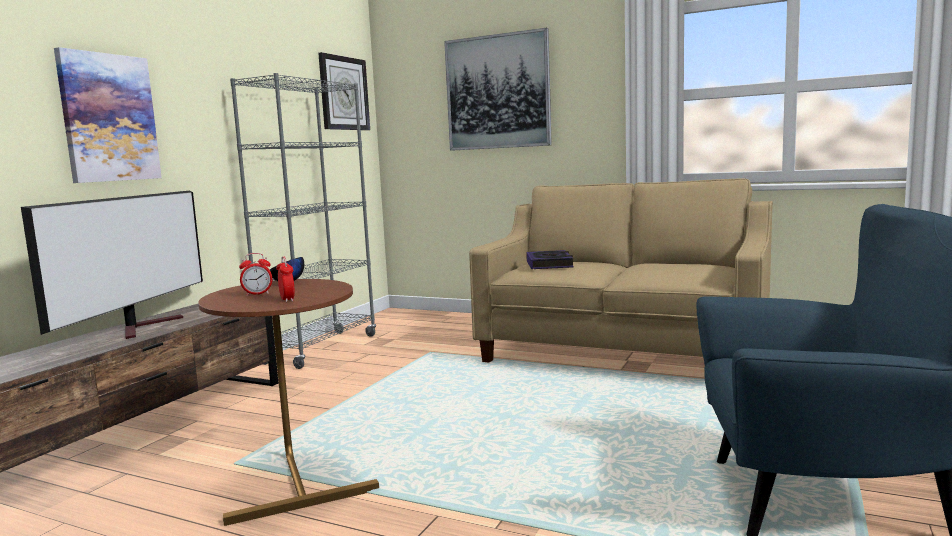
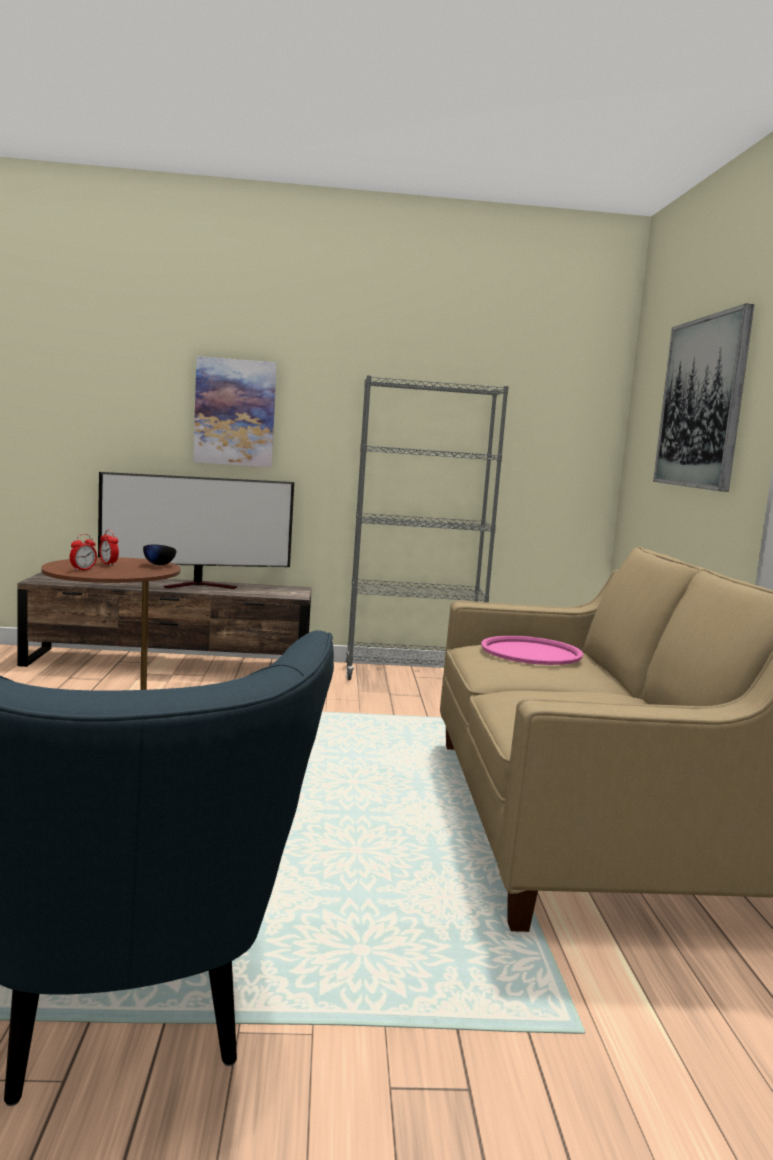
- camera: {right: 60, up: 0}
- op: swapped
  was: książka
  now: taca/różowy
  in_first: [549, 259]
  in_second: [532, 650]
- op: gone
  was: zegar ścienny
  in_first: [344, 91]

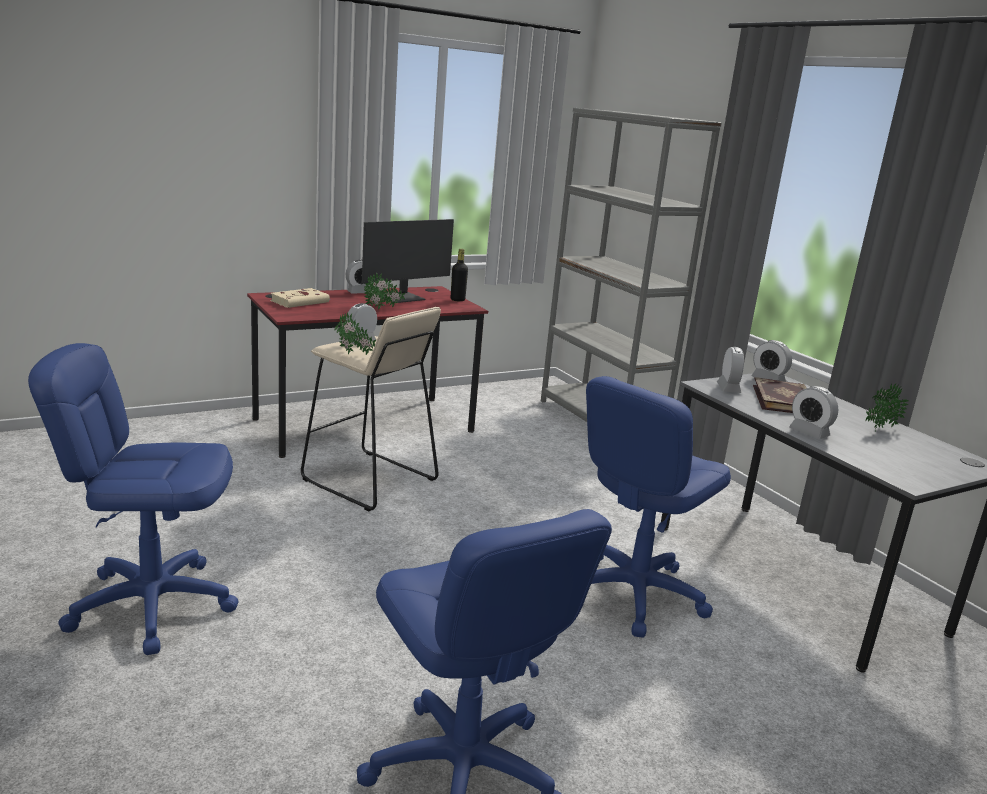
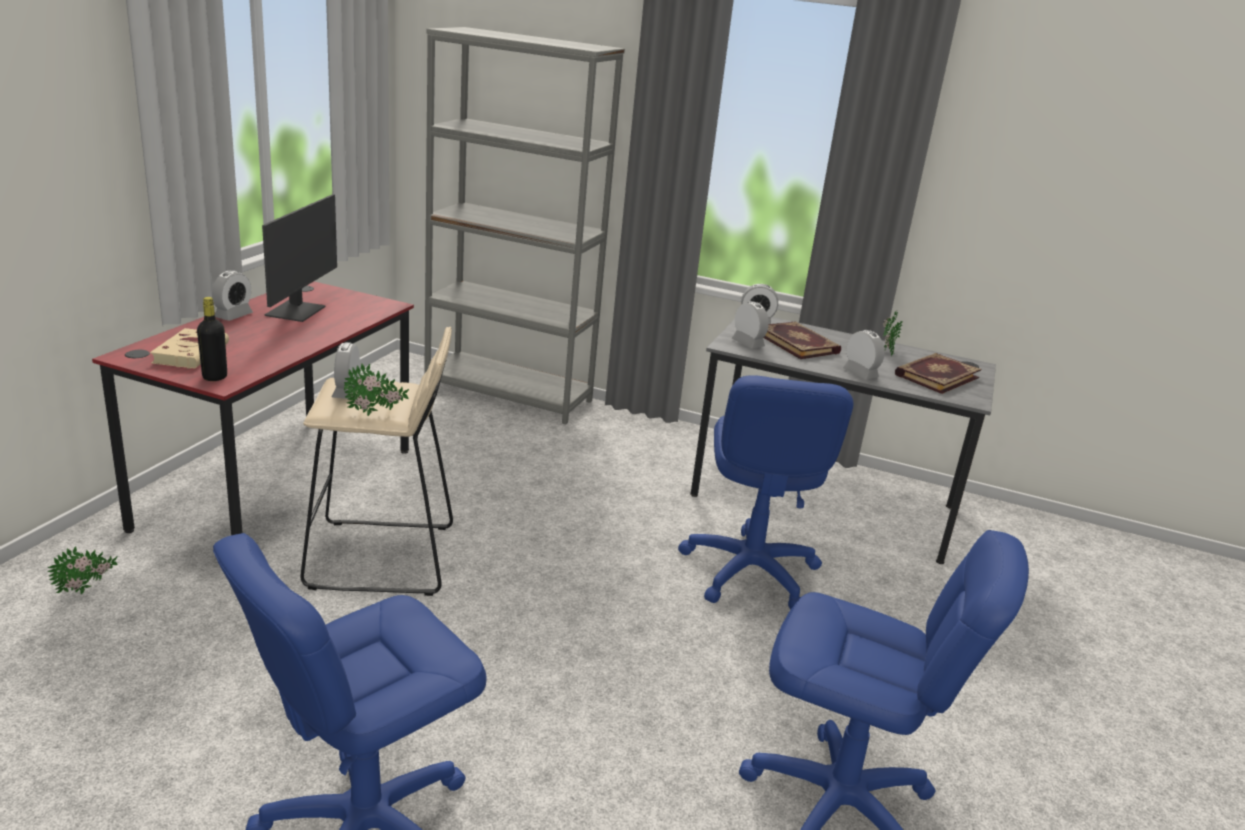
- camera: {right: -40, up: 5}
- op: shifted
  was: roślina doniczkowa
  in_first: [384, 291]
  in_second: [83, 570]
- op: shifted
  was: butelka/czarny
  in_first: [459, 275]
  in_second: [212, 339]
- op: rotated
  was: budzik
  in_first: [813, 412]
  in_second: [864, 354]
  clockwise: -135
- op: new
  now: książka
  in_second: [938, 373]

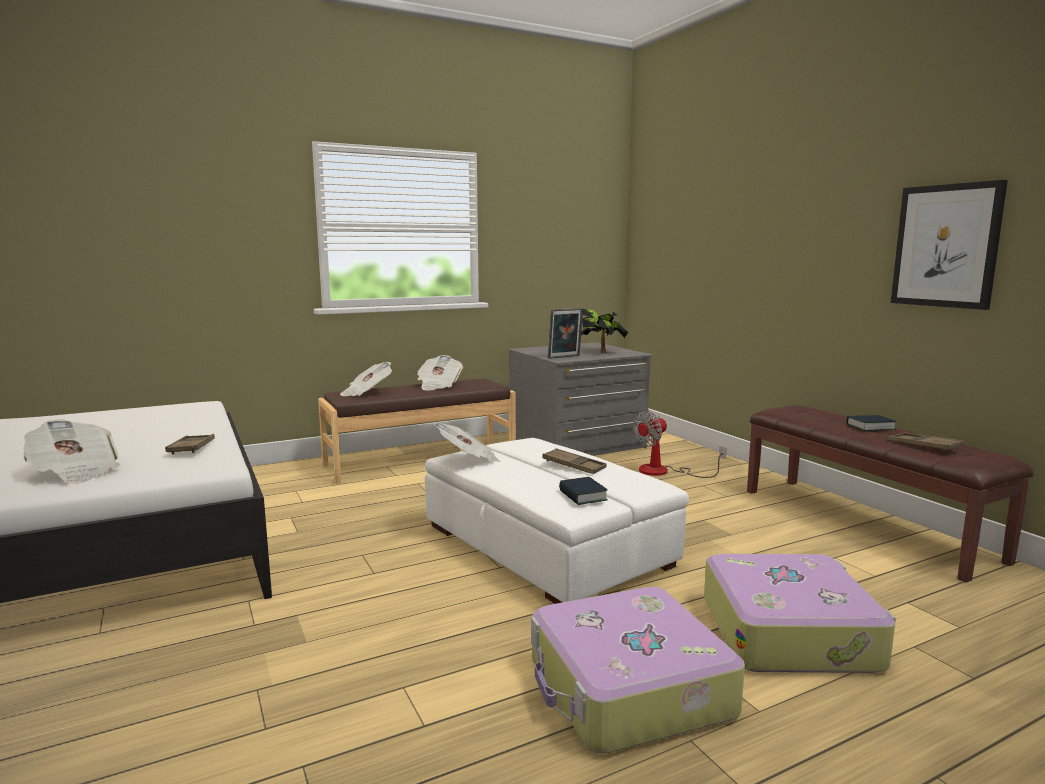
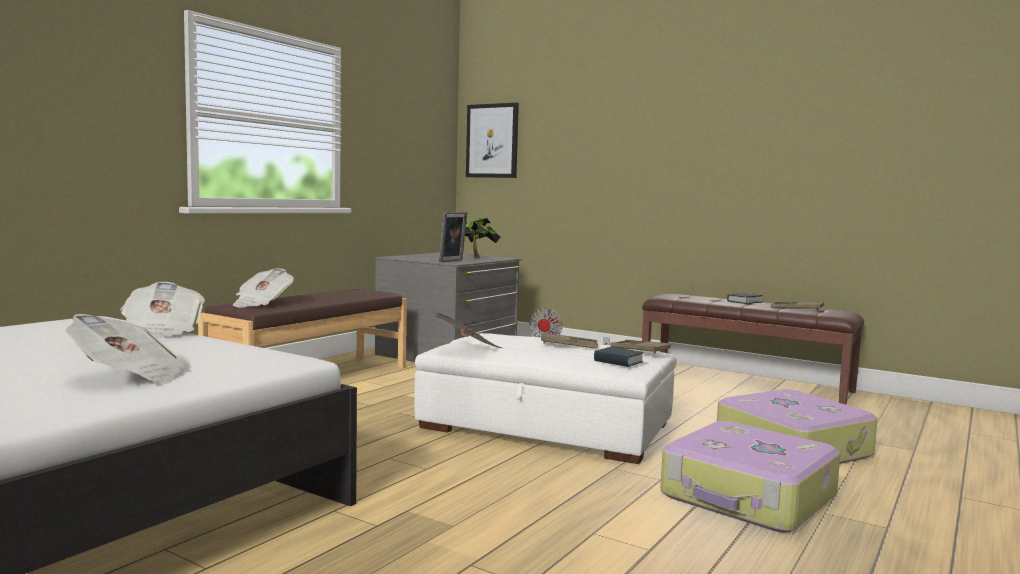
- camera: {right: -30, up: -5}
- op: shifted
  was: gazeta
  in_first: [440, 372]
  in_second: [162, 310]
- op: shifted
  was: obraz
  in_first: [949, 245]
  in_second: [492, 140]
- op: shifted
  was: taca/brązowy
  in_first: [190, 444]
  in_second: [641, 346]

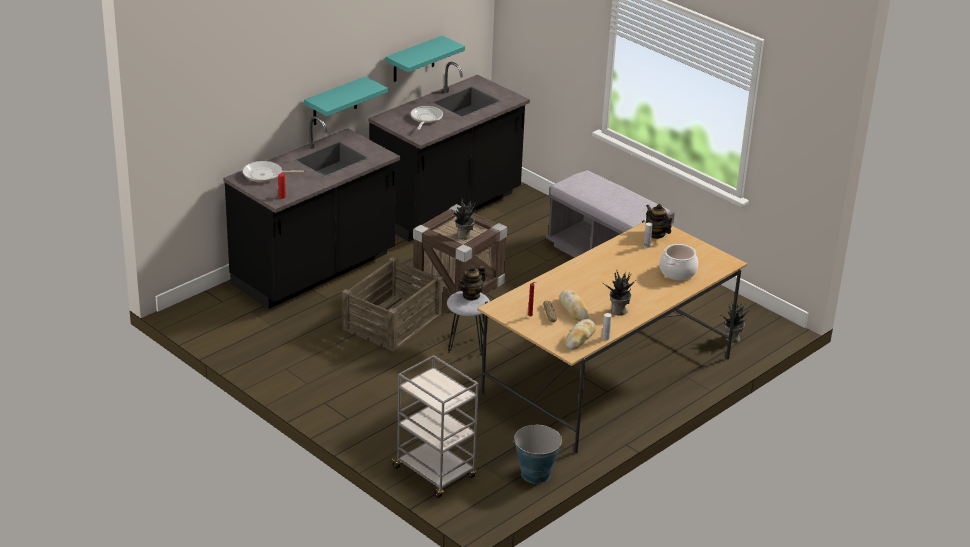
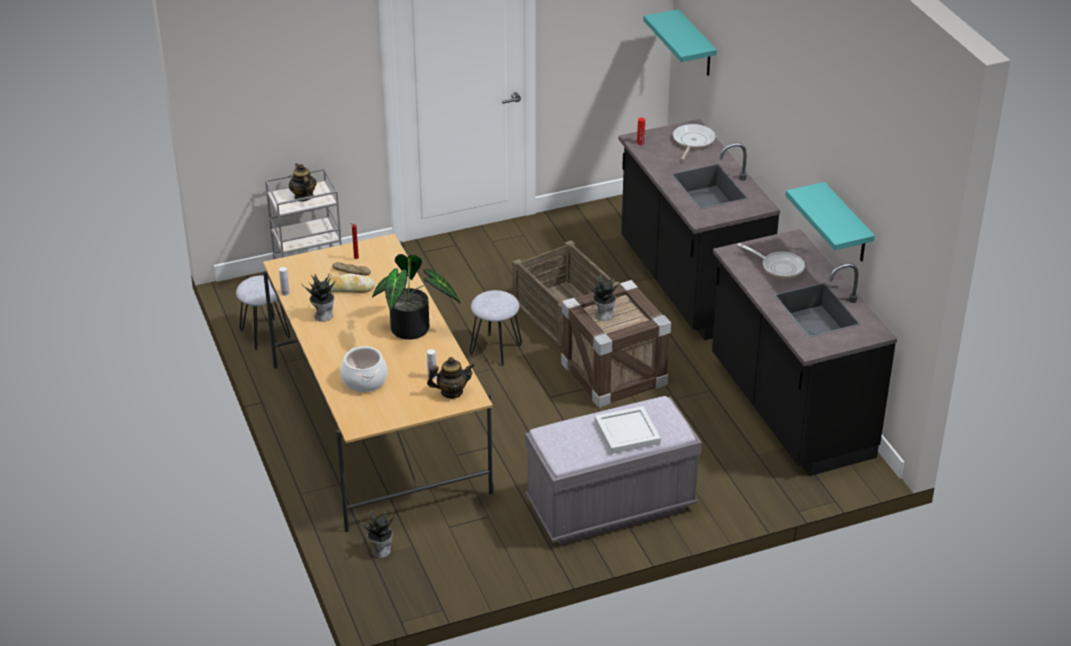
- camera: {right: 115, up: 5}
- op: swapped
  was: wiadro
  now: stołek/szary
  in_first: [537, 454]
  in_second: [263, 312]
- op: shifted
  was: imbryk
  in_first: [472, 283]
  in_second: [303, 182]
- op: new
  now: roślina doniczkowa
  in_second: [416, 297]
- op: new
  now: taca/biały
  in_second: [628, 430]
- op: shifted
  was: półka/turkusowy
  in_first: [346, 101]
  in_second: [680, 42]
- op: gone
  was: chleb
  in_first: [580, 334]

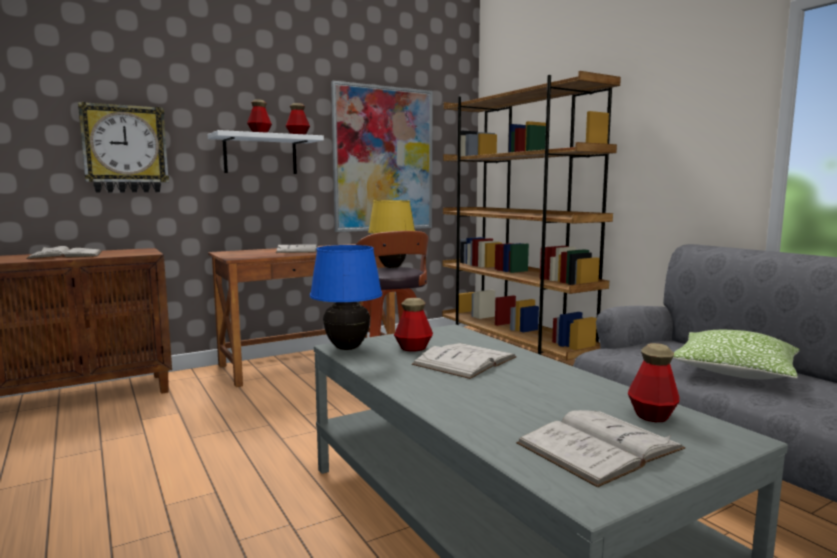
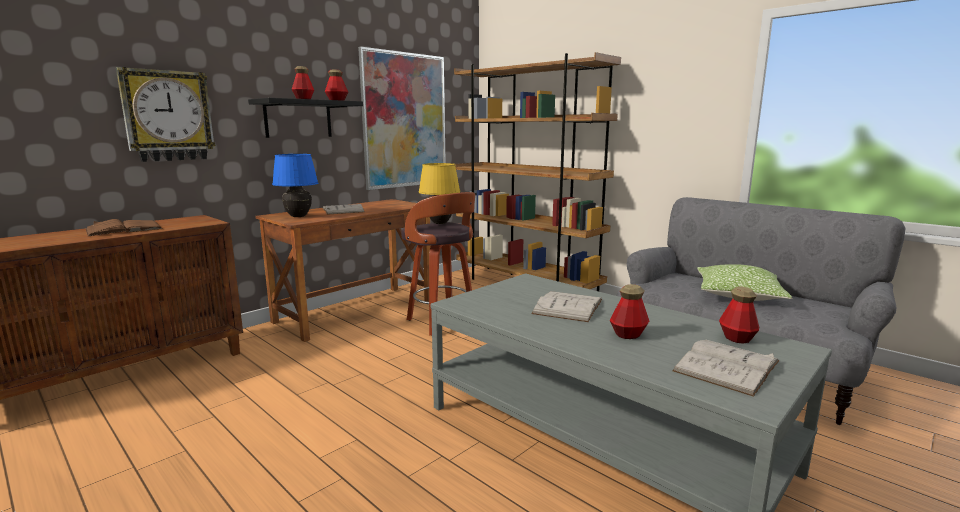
- camera: {right: -15, up: 5}
- op: repainted
  was: książka/biały
  now: książka/brązowy
  in_first: [64, 252]
  in_second: [124, 227]
- op: repainted
  was: półka/biały
  now: półka/czarny
  in_first: [266, 152]
  in_second: [305, 118]
- op: shifted
  was: lampa stołowa/niebieski
  in_first: [346, 297]
  in_second: [295, 185]
- op: shifted
  was: butelka
  in_first: [413, 324]
  in_second: [629, 311]

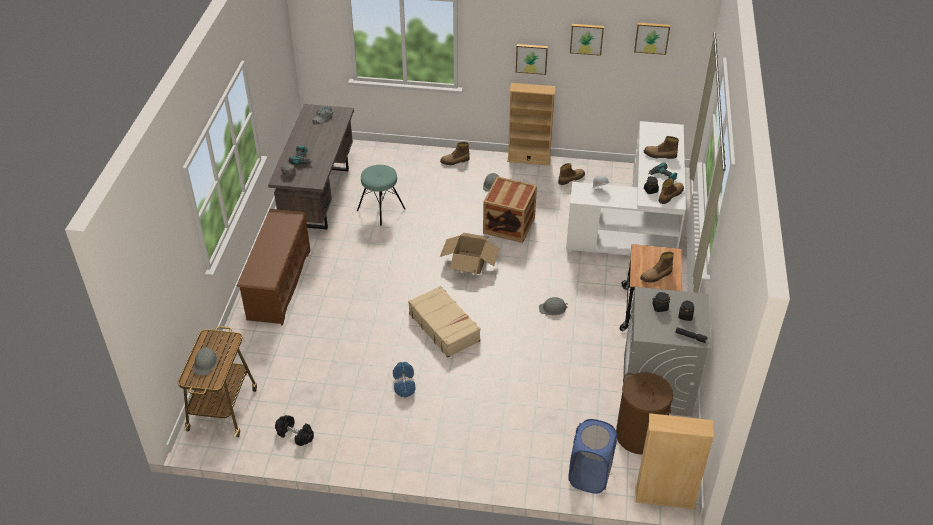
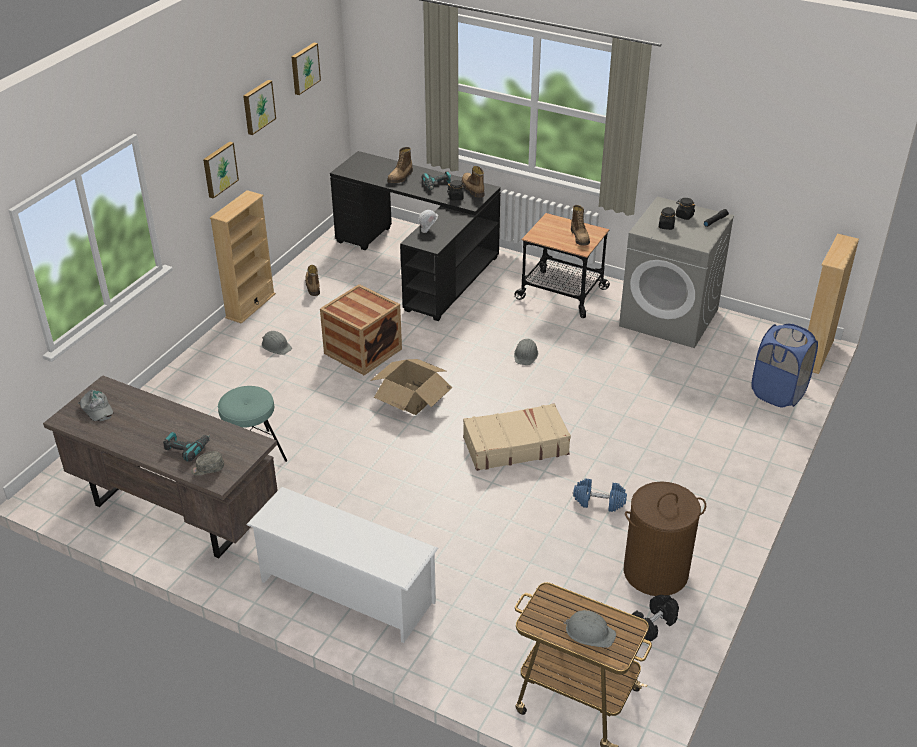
- camera: {right: -70, up: -5}
- op: repainted
  was: regał na buty/brązowy
  now: regał na buty/biały
  in_first: [273, 267]
  in_second: [342, 565]
- op: repainted
  was: biurko/biały
  now: biurko/czarny
  in_first: [626, 188]
  in_second: [415, 236]
- op: shifted
  was: kosz na pranie/brązowy
  in_first: [644, 413]
  in_second: [665, 538]
- op: gone
  was: but z cholewką
  in_first: [455, 153]

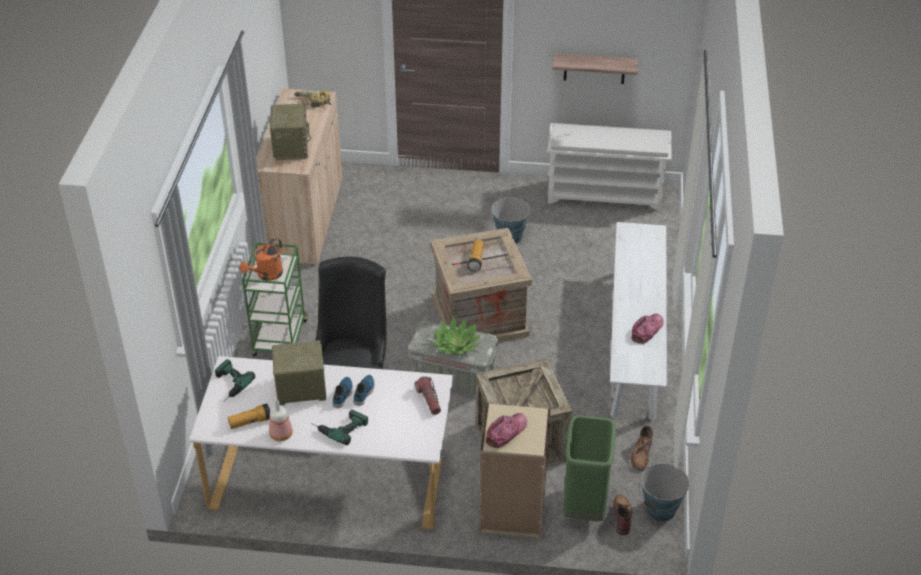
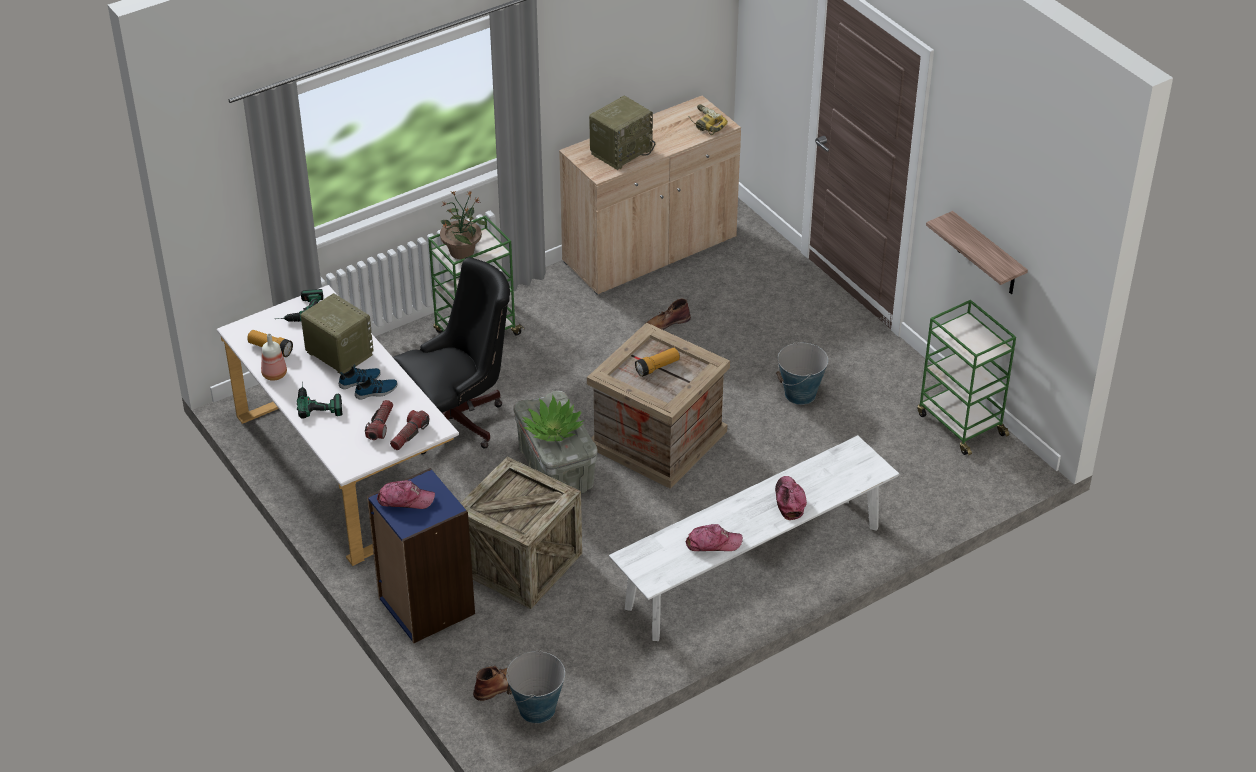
- camera: {right: 50, up: 0}
- op: new
  now: latarka
  in_second: [379, 420]
- op: repainted
  was: regał/beżowy
  now: regał/niebieski
  in_first: [515, 471]
  in_second: [421, 555]
- op: swapped
  was: konewka/pomarańczowy
  now: roślina doniczkowa
  in_first: [261, 259]
  in_second: [463, 224]
- op: shifted
  was: but z cholewką/brązowy
  in_first: [642, 448]
  in_second: [668, 314]
- op: new
  now: czapka z daszkiem
  in_second: [791, 498]
- op: swapped
  was: regał na buty/biały
  now: wózek/zielony
  in_first: [609, 167]
  in_second: [966, 377]
- op: gone
  was: kosz na śmieci/zielony
  in_first: [589, 468]

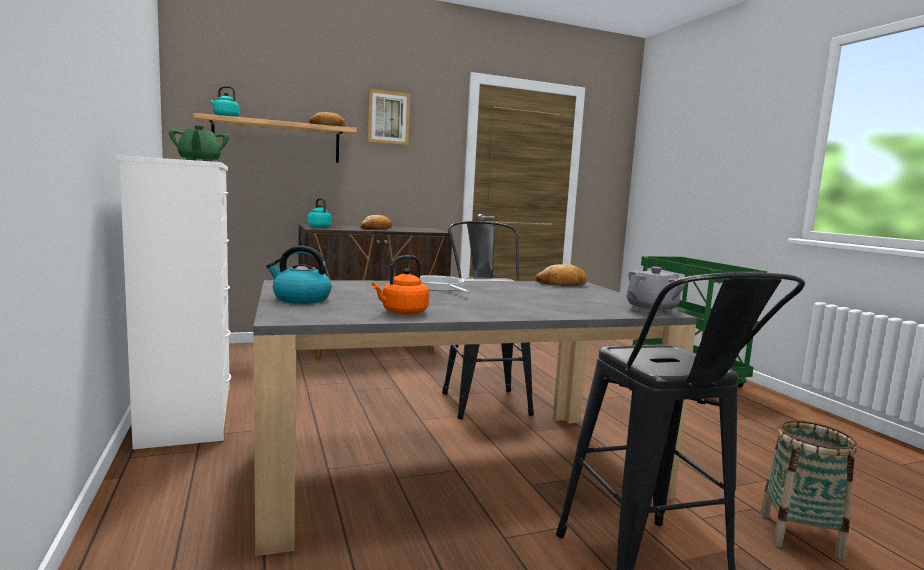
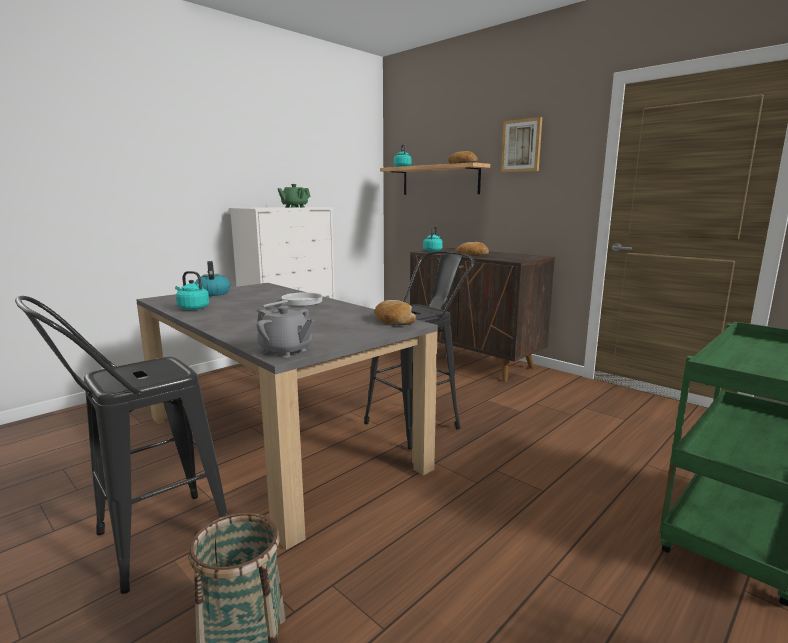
- camera: {right: 65, up: 5}
- op: repainted
  was: czajnik/pomarańczowy
  now: czajnik/turkusowy
  in_first: [400, 285]
  in_second: [192, 290]

